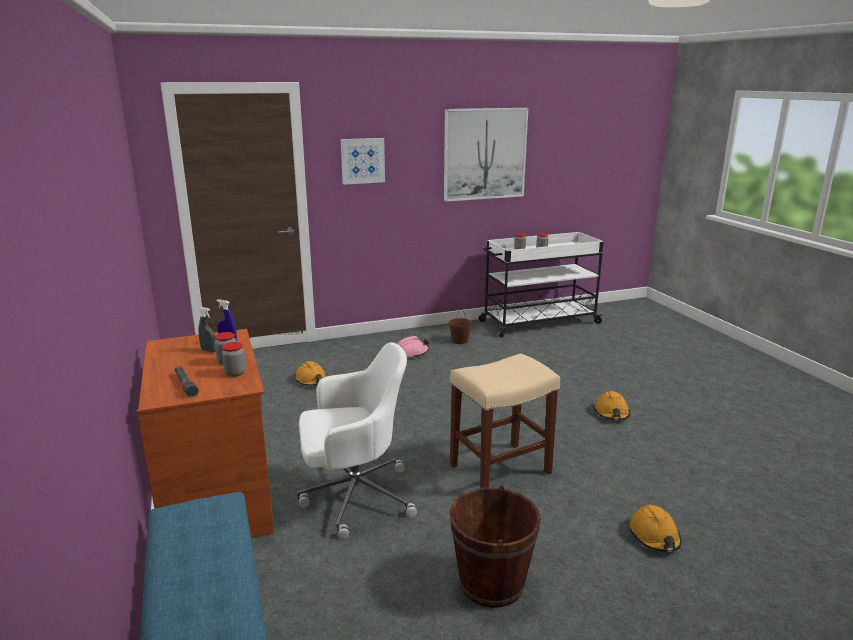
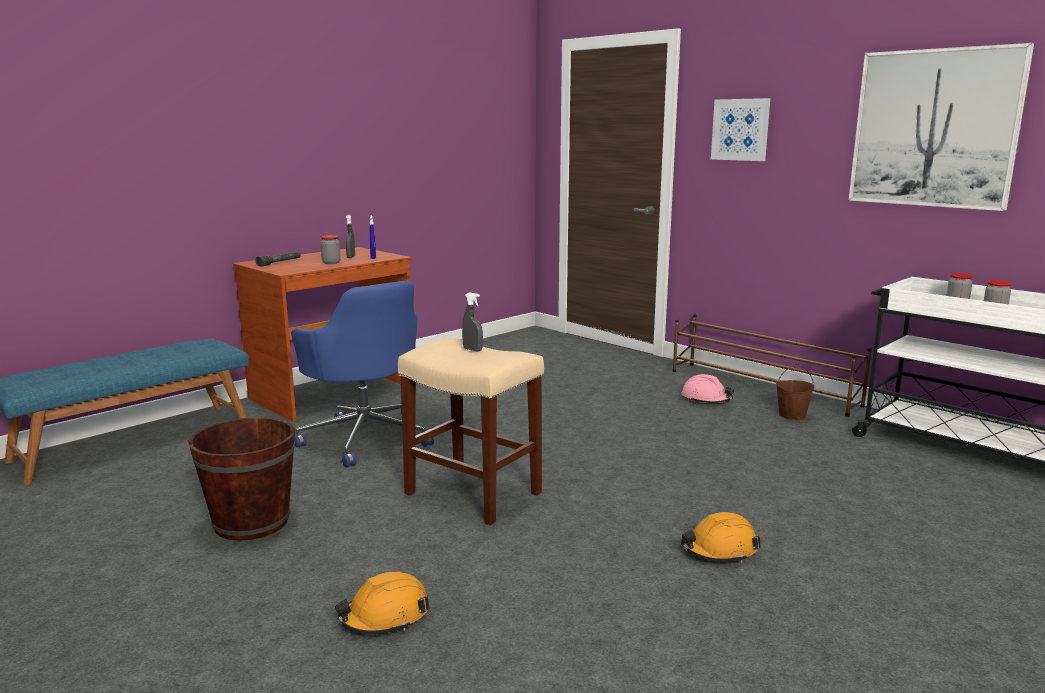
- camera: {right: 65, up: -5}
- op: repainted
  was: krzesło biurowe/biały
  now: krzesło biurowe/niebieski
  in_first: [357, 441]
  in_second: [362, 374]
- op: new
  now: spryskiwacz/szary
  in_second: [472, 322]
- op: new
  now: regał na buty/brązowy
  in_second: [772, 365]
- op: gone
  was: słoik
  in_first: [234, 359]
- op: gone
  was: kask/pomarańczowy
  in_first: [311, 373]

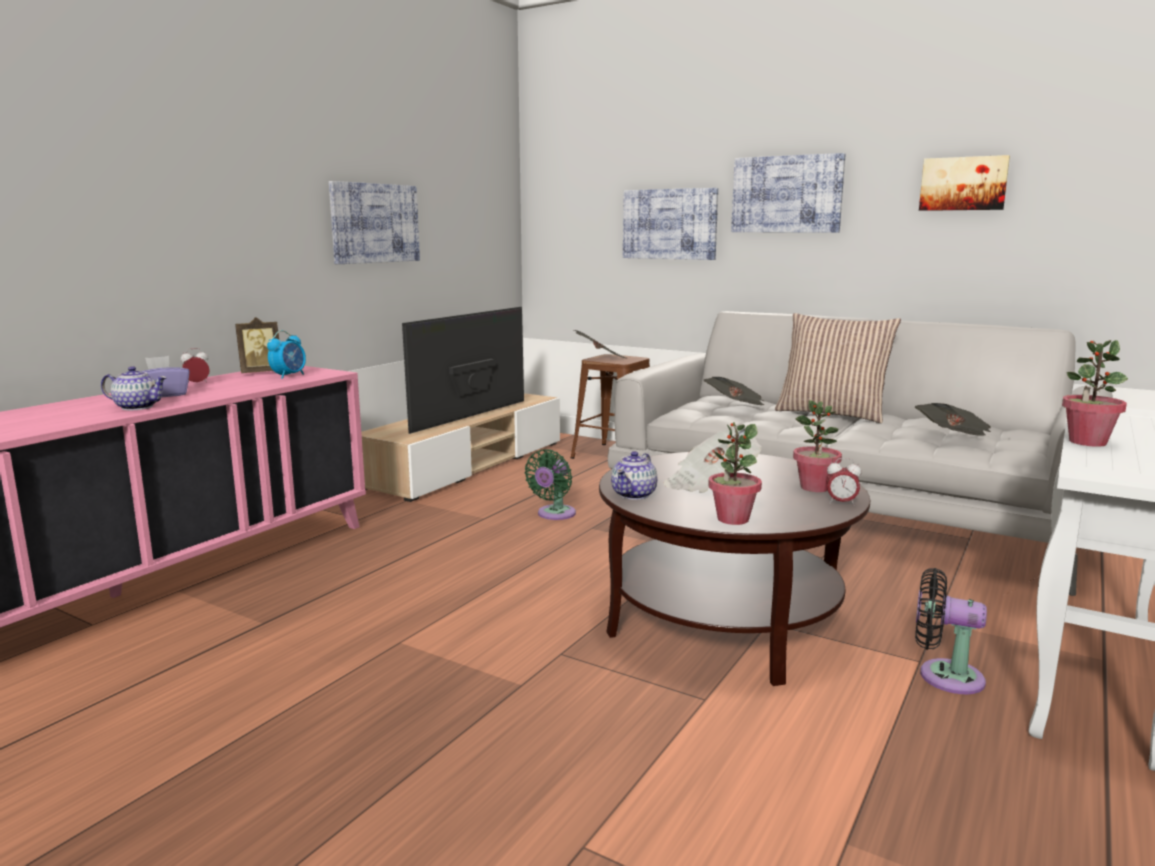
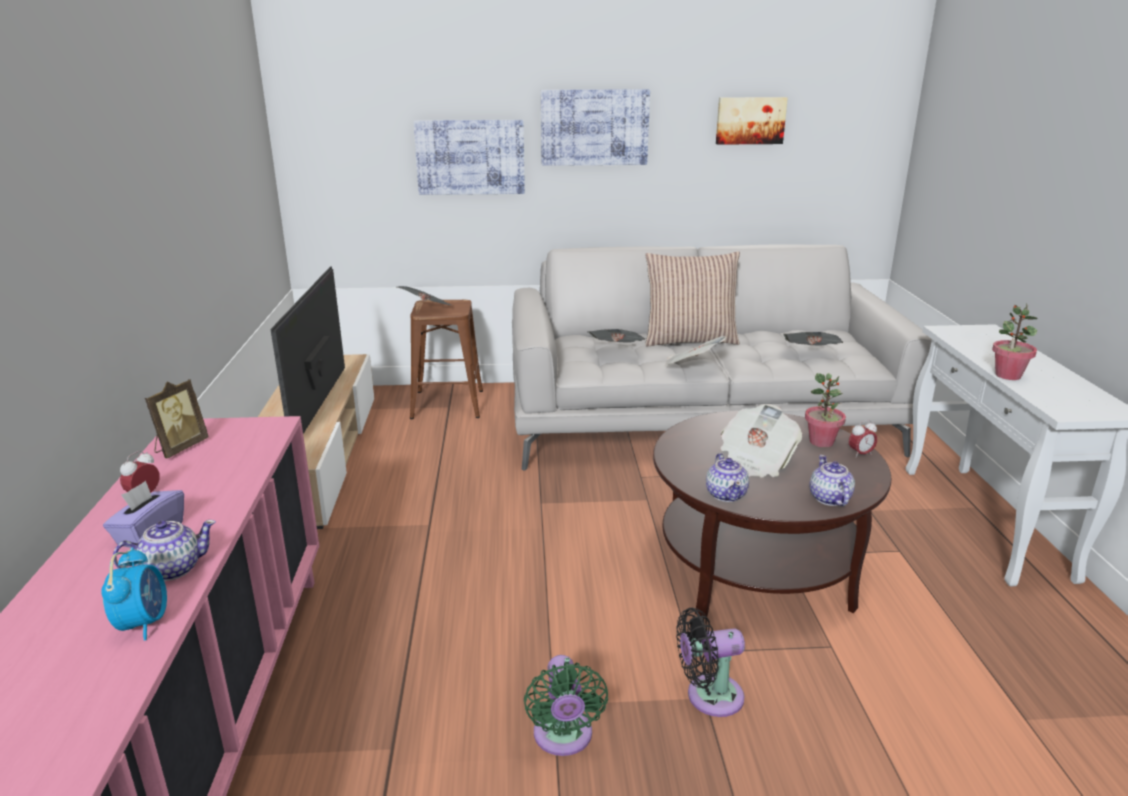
- camera: {right: -35, up: 10}
- op: shifted
  was: budzik
  in_first: [286, 354]
  in_second: [134, 593]
- op: shifted
  was: wentylator/zielony
  in_first: [550, 484]
  in_second: [566, 705]
- op: new
  now: gazeta
  in_second: [695, 350]
- op: shifted
  was: wentylator/czarny
  in_first: [951, 631]
  in_second: [710, 662]
- op: swapped
  was: roślina doniczkowa
  now: imbryk
  in_first: [735, 473]
  in_second: [832, 480]
- op: gone
  was: obraz
  in_first: [374, 222]

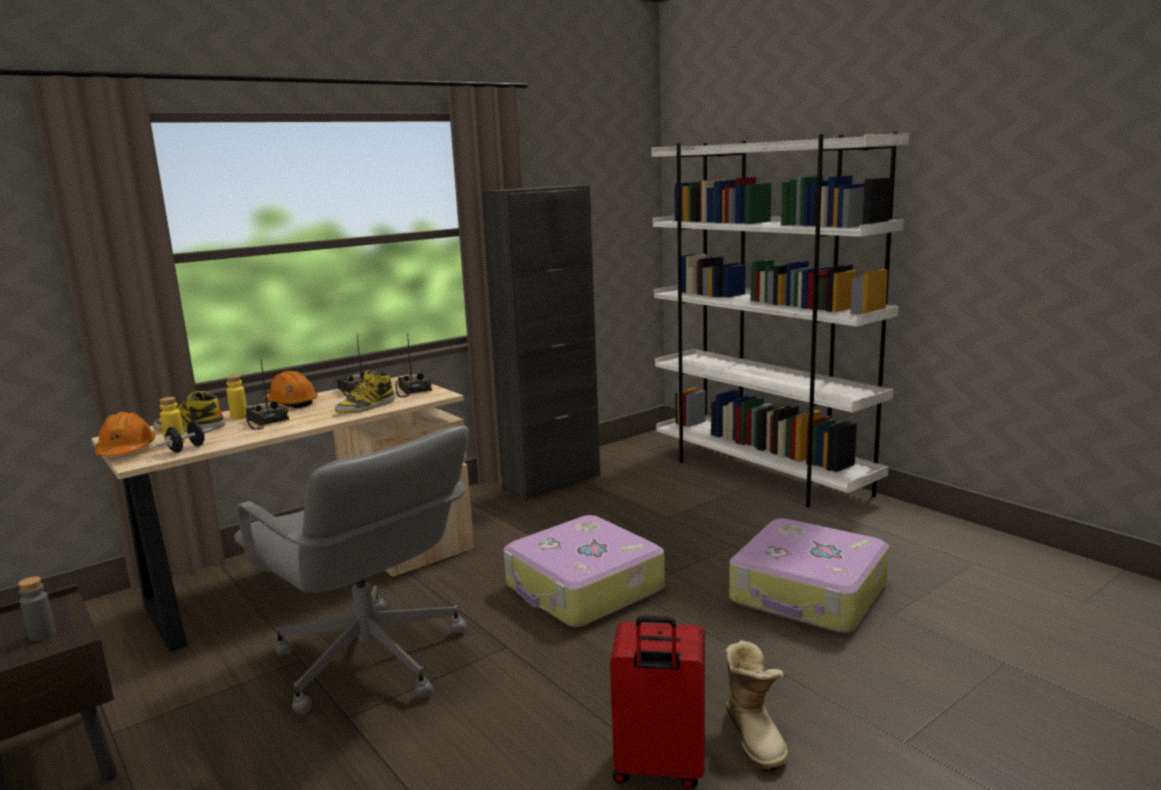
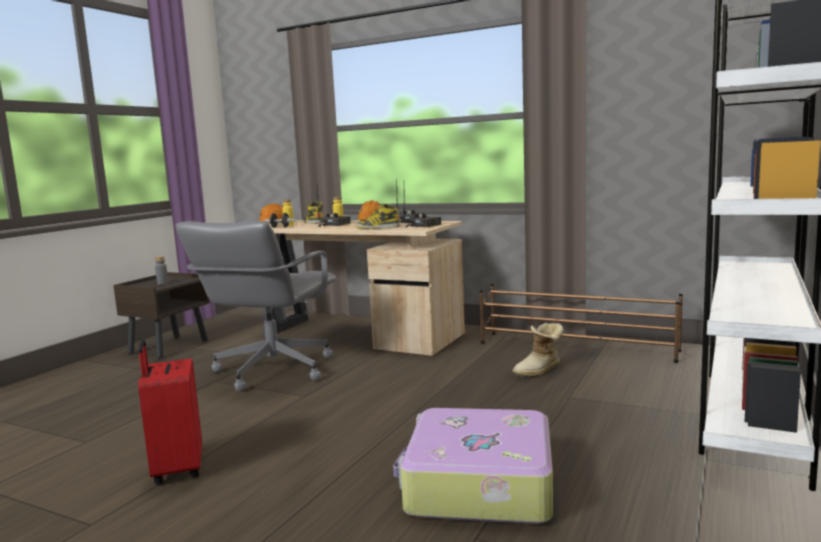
- camera: {right: 65, up: -5}
- op: swapped
  was: szafka/czarny
  now: regał na buty/brązowy
  in_first: [541, 343]
  in_second: [581, 323]
- op: shifted
  was: but z cholewką
  in_first: [756, 705]
  in_second: [538, 350]
- op: gone
  was: walizka
  in_first: [584, 571]

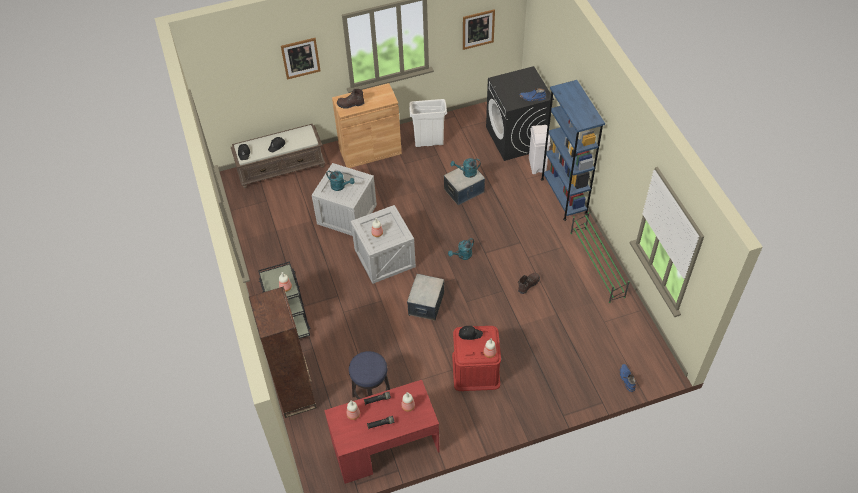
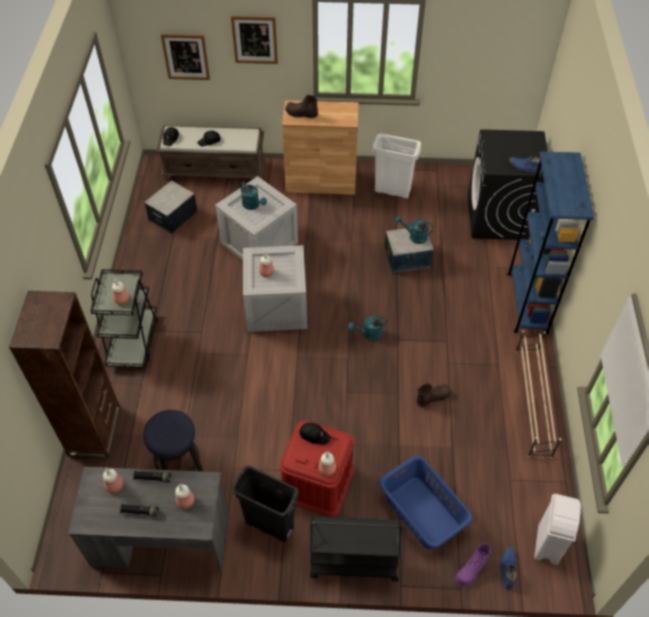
- camera: {right: 20, up: 0}
- op: repainted
  was: biurko/czerwony
  now: biurko/szary
  in_first: [382, 432]
  in_second: [148, 519]
- op: shifted
  was: pojemnik do przechowywania
  in_first: [425, 297]
  in_second: [171, 207]
- op: shifted
  was: obraz
  in_first: [479, 29]
  in_second: [185, 57]
- op: new
  now: kosz na śmieci/czarny
  in_second: [265, 503]
- op: new
  now: wózek/czarny
  in_second: [356, 548]
- op: new
  now: kosz na pranie/niebieski
  in_second: [426, 502]
- op: new
  now: but z cholewką/fioletowy
  in_second: [473, 564]
- op: repainted
  was: regał na buty/zielony
  now: regał na buty/beżowy
  in_first: [600, 257]
  in_second: [538, 394]
- op: shifted
  was: kosz na śmieci/biały
  in_first: [540, 149]
  in_second: [557, 529]

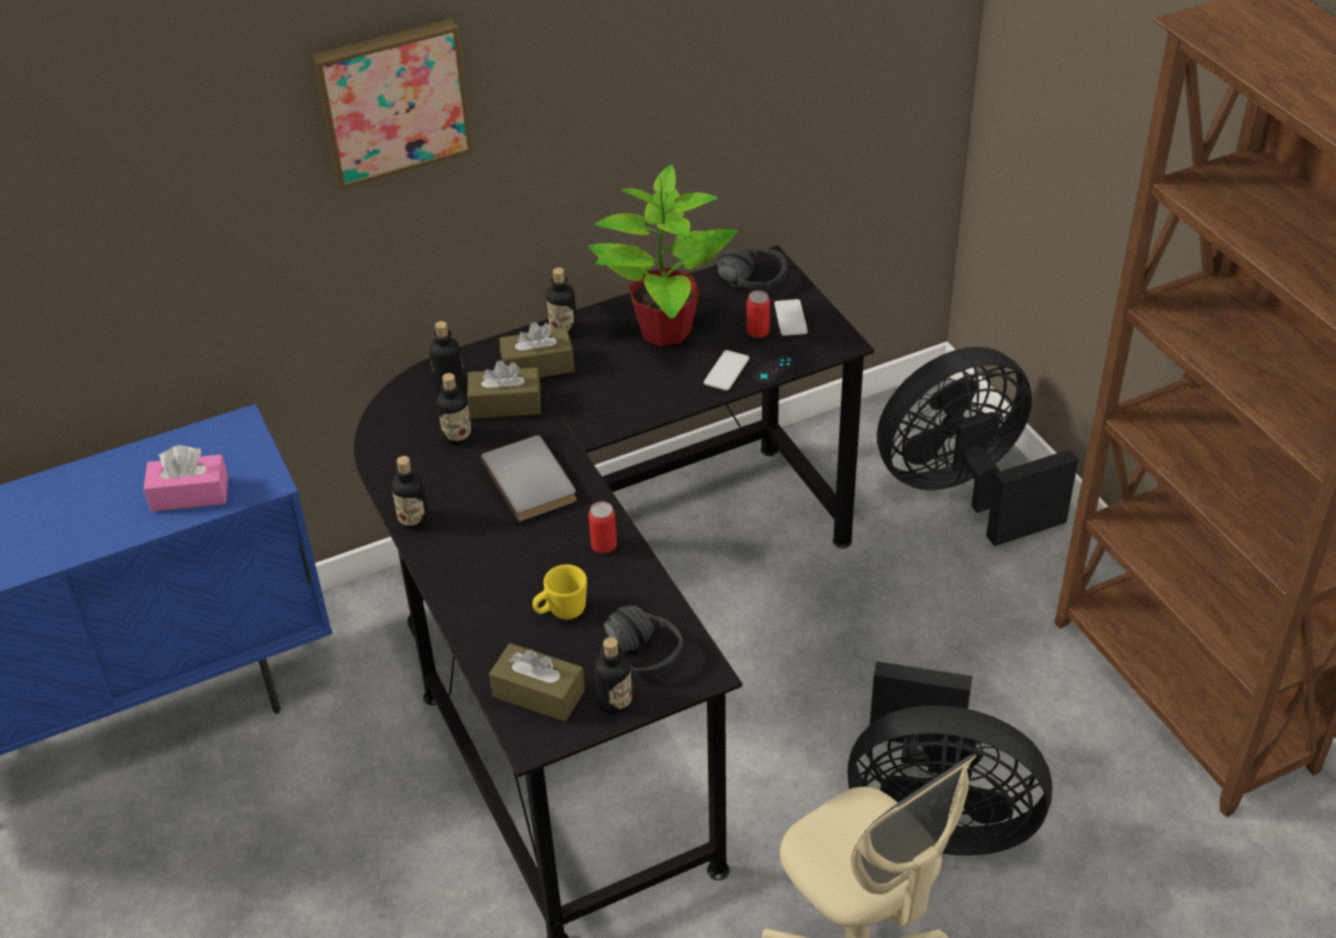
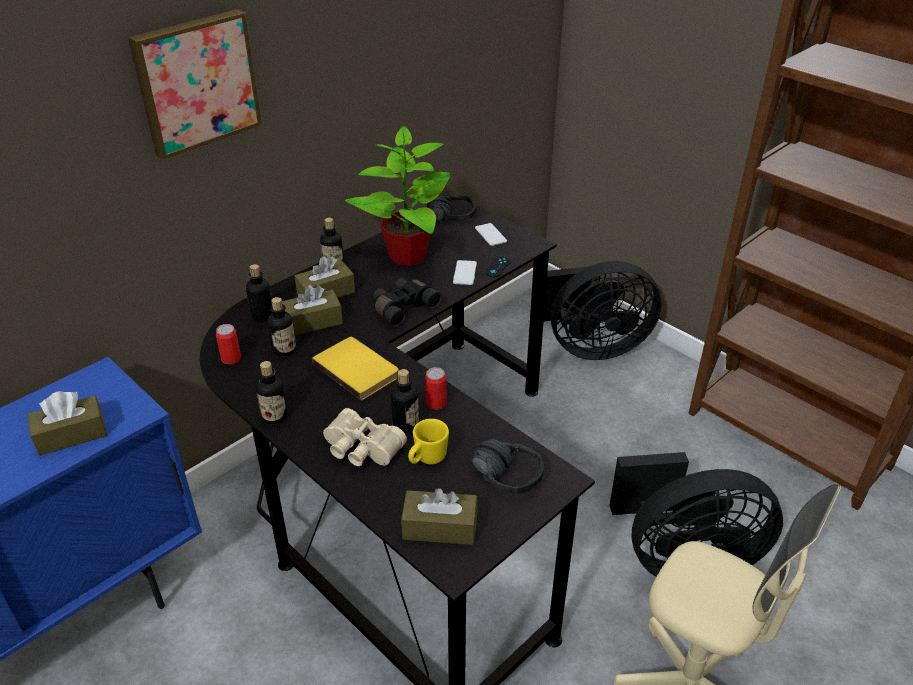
- camera: {right: -20, up: -5}
- op: repainted
  was: pudełko chusteczek/różowy
  now: pudełko chusteczek/brązowy
  in_first: [186, 478]
  in_second: [67, 423]
- op: shifted
  was: puszka
  in_first: [758, 314]
  in_second: [228, 344]
- op: repainted
  was: książka/szary
  now: książka/żółty
  in_first: [528, 478]
  in_second: [355, 369]
- op: new
  now: lornetka/beżowy
  in_second: [365, 437]
- op: new
  now: lornetka/czarny
  in_second: [407, 302]
- op: shifted
  was: butelka
  in_first: [613, 675]
  in_second: [405, 401]
- op: rotated
  was: wentylator/czarny
  in_first: [977, 446]
  in_second: [603, 310]
  clockwise: -150

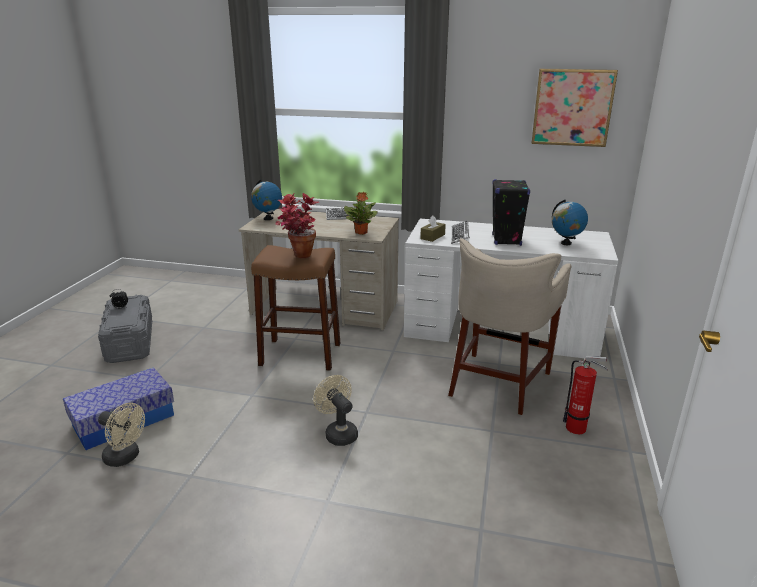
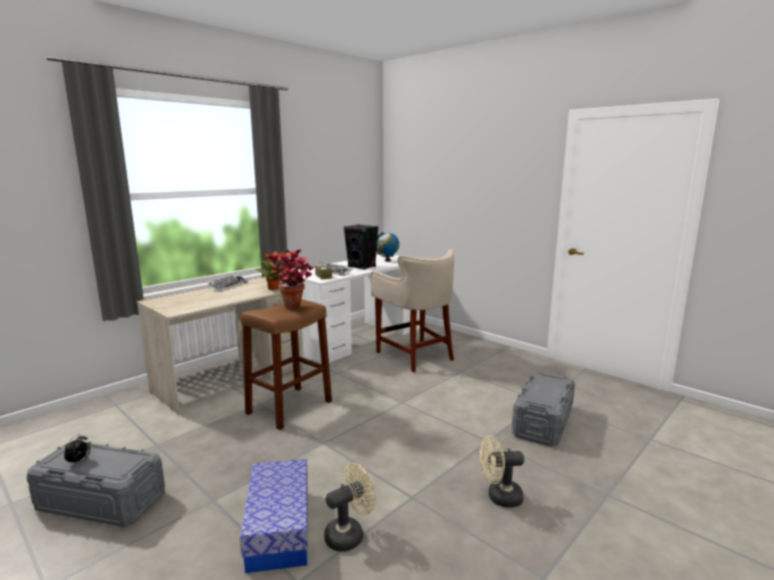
- camera: {right: -60, up: -10}
- op: shifted
  was: wentylator/beżowy
  in_first: [335, 410]
  in_second: [502, 472]
- op: new
  now: pojemnik do przechowywania/szary
  in_second: [543, 409]
- op: gone
  was: globus
  in_first: [266, 200]
- op: gone
  was: obraz
  in_first: [574, 108]
- op: gone
  was: gaśnica
  in_first: [585, 395]

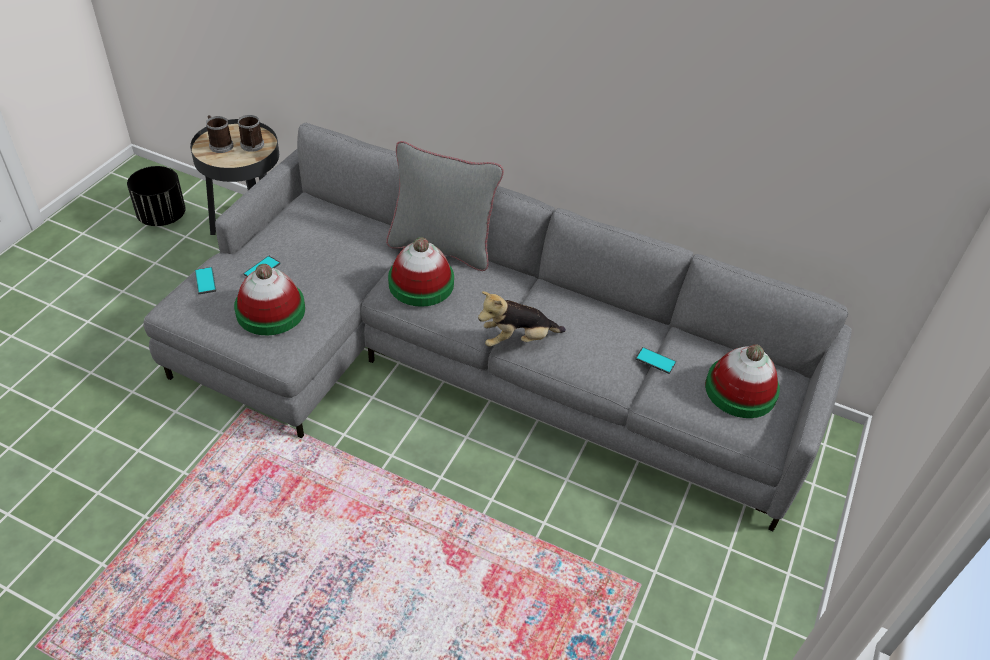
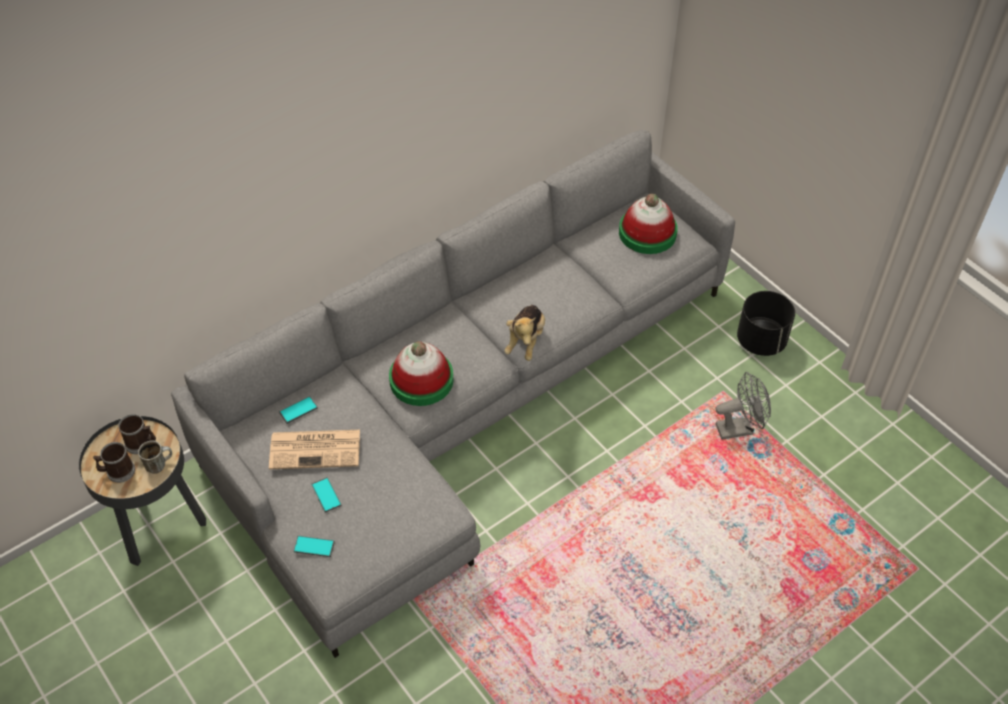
- camera: {right: -60, up: 5}
- op: new
  now: kubek
  in_second: [155, 457]
- op: new
  now: gazeta
  in_second: [314, 449]
- op: shifted
  was: telefon
  in_first: [655, 360]
  in_second: [298, 410]
- op: new
  now: wentylator/szary
  in_second: [743, 406]
- op: shifted
  was: donica/czarny
  in_first: [156, 196]
  in_second: [766, 323]
- op: gone
  was: kapelusz
  in_first: [269, 300]
- op: gone
  was: poduszka/szary
  in_first: [445, 206]

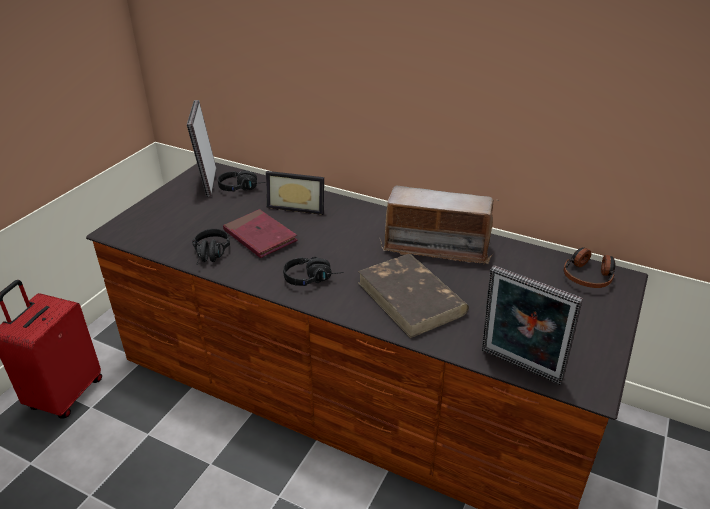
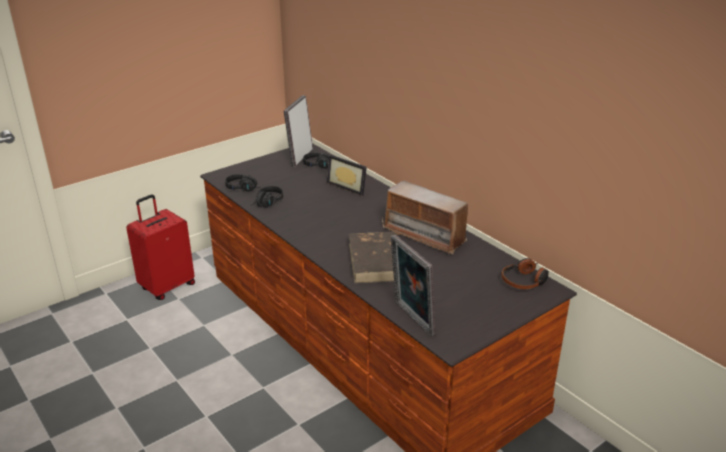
- camera: {right: 25, up: -5}
- op: shifted
  was: słuchawki/czarny
  in_first: [313, 271]
  in_second: [242, 183]
- op: gone
  was: książka/czerwony
  in_first: [260, 233]

